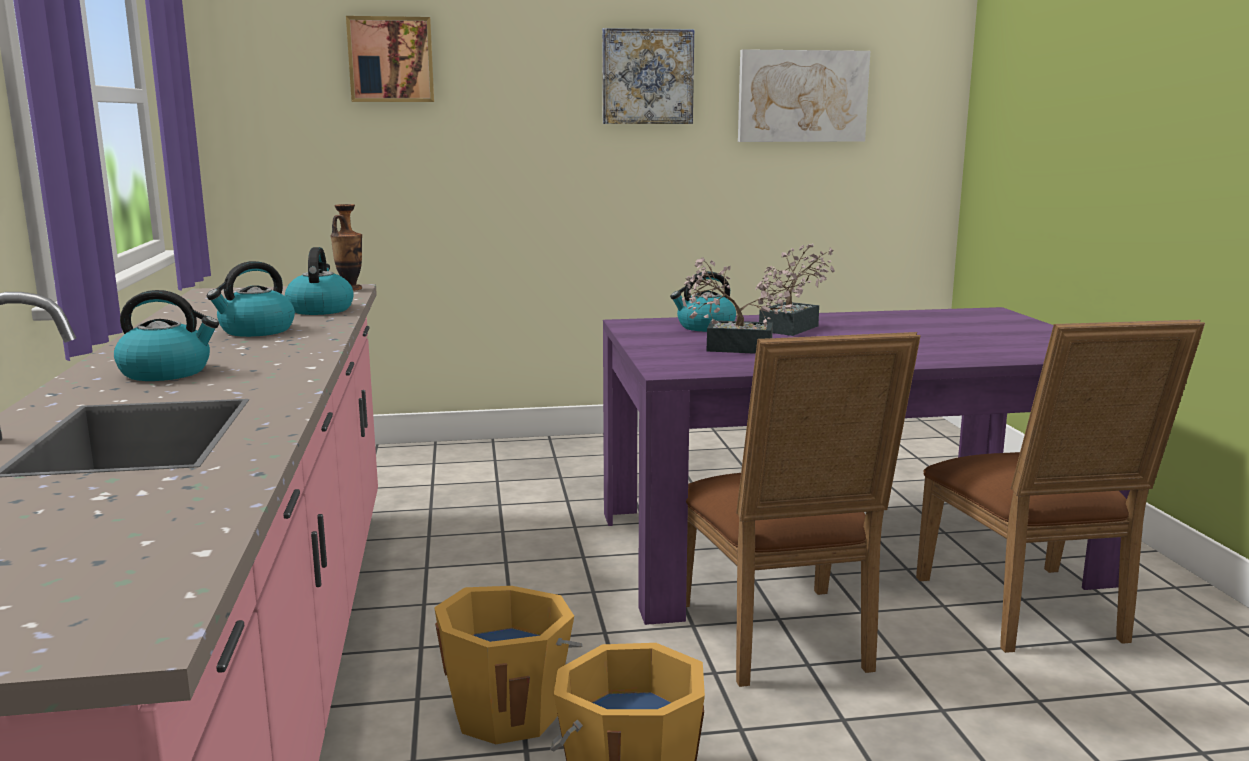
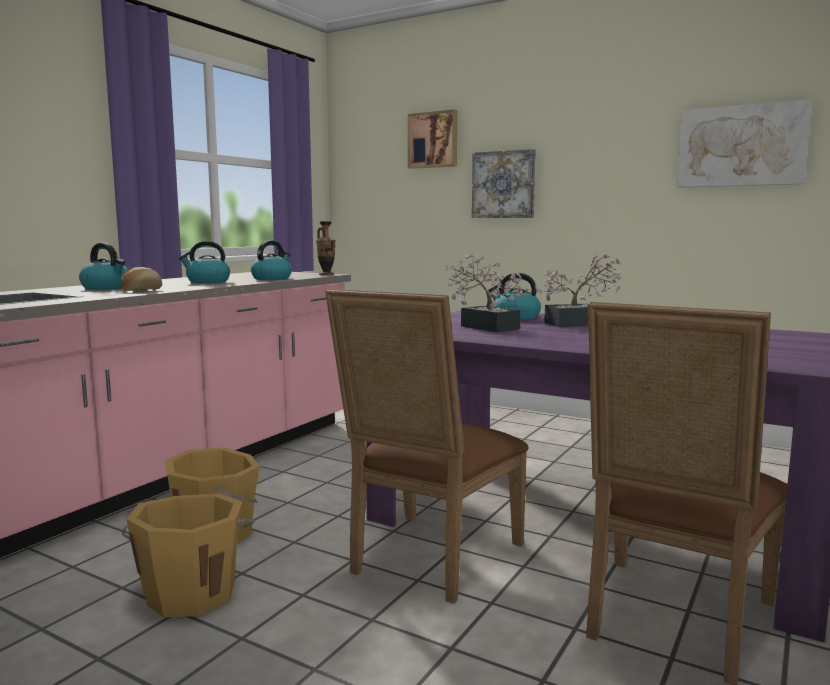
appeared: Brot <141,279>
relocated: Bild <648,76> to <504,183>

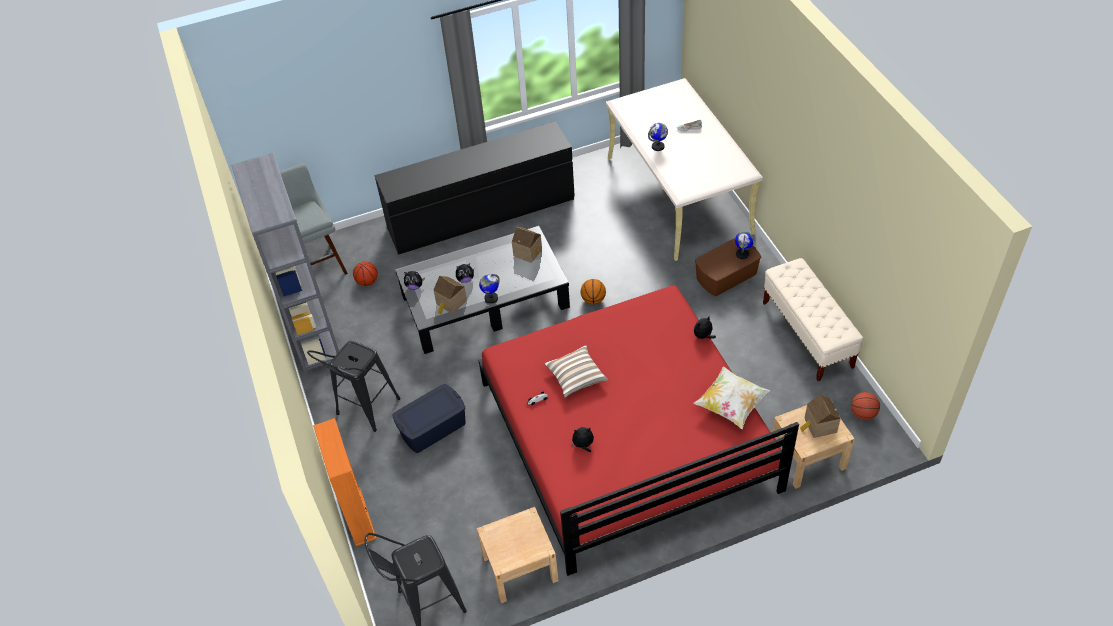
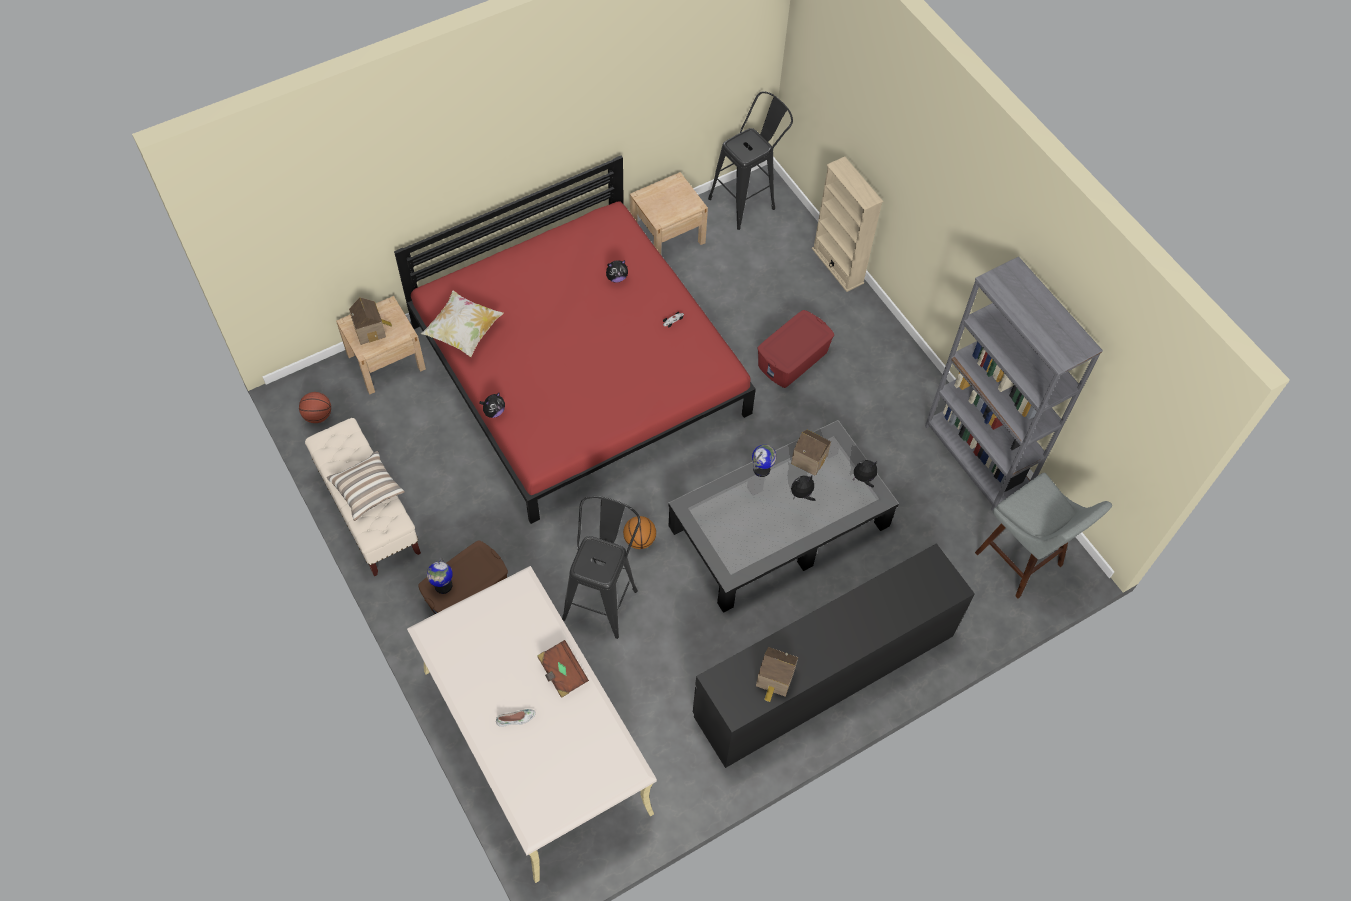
missing: Basketball <365,274>
relocated: Kissen <576,371> to <366,486>; Hocker/schwarz <354,386> to <601,567>; Spielzeughaus <527,245> to <777,674>
exchanged: Globus <658,137> to Buch/braun <563,669>
colour: Aufbewahrungsbox/blau <429,418> to Aufbewahrungsbox/rot <795,349>; Bücherregal/orange <345,482> to Bücherregal/beige <847,224>

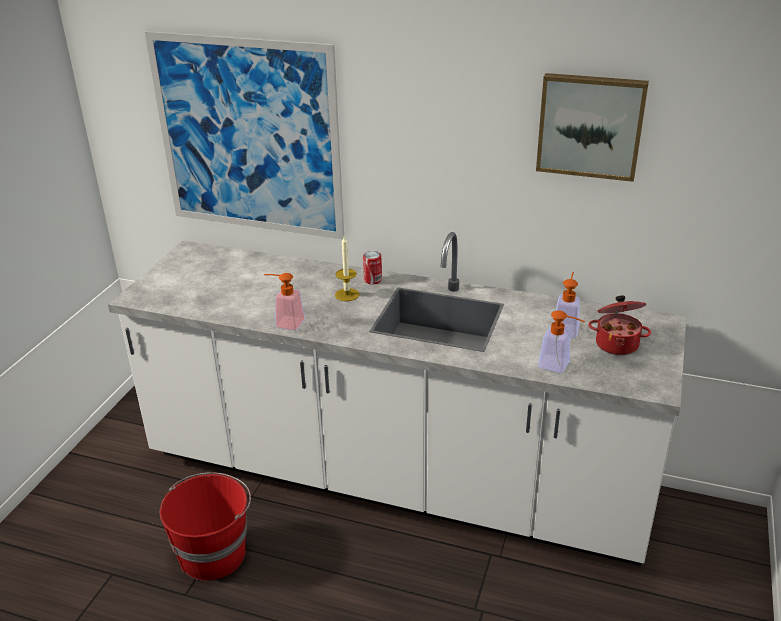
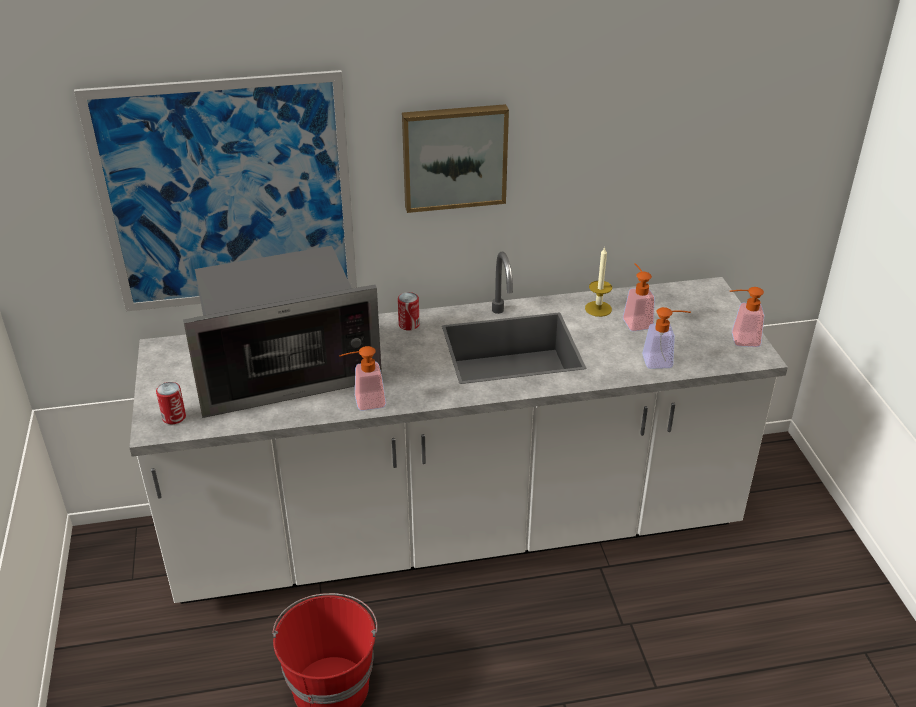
missing: Kochtopf <619,325>
appeared: Dose <171,403>; Mikrowelle <282,332>; Seifenspender <747,317>
relocated: Bild <592,127> to <455,158>; Kerze <347,268> to <598,282>

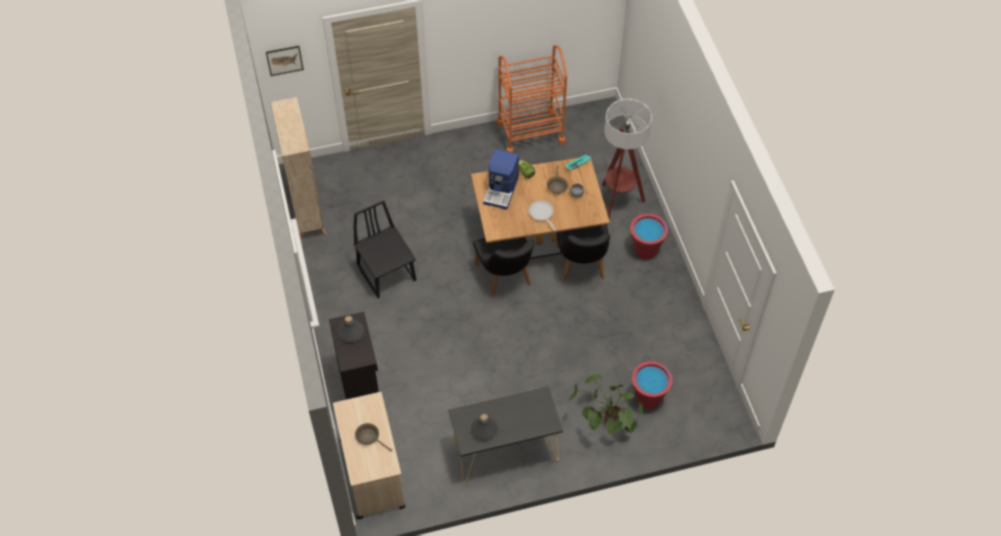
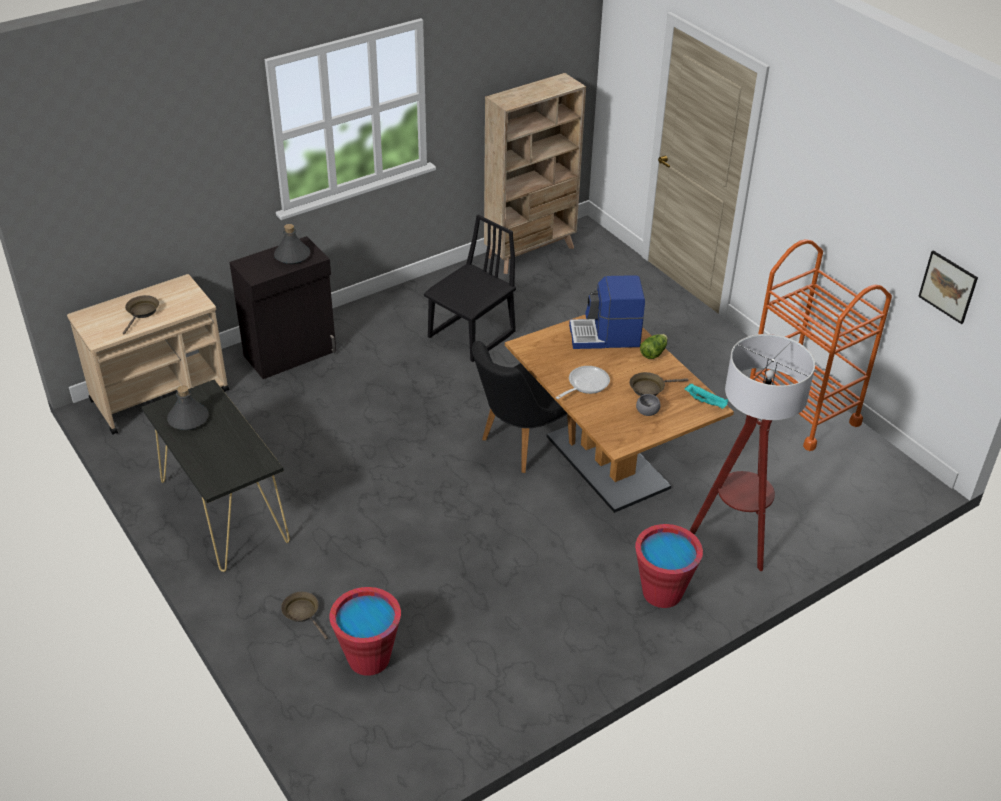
missing: Stuhl/schwarz <583,252>
relocated: Bild <285,61> to <948,287>
exchanged: Topfpflanze <606,403> to Pfanne/braun <304,616>

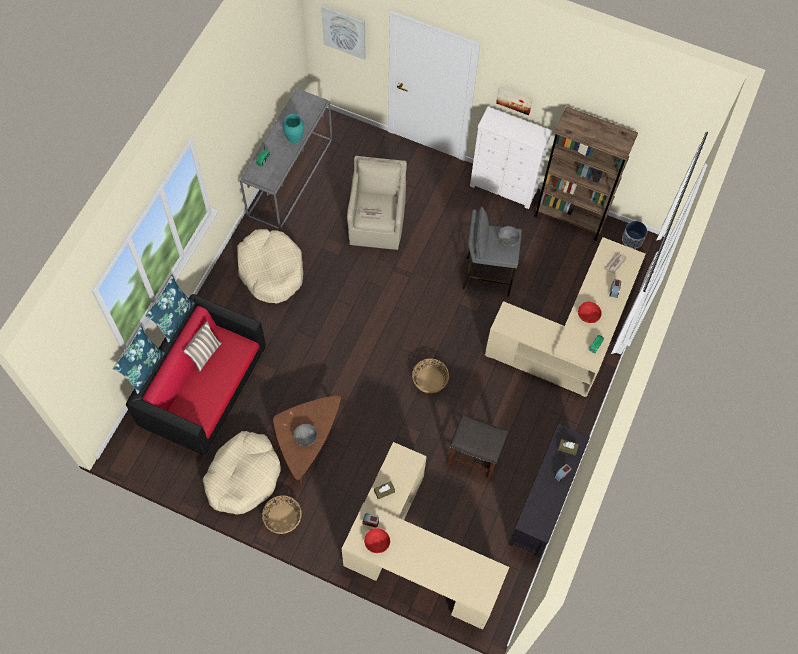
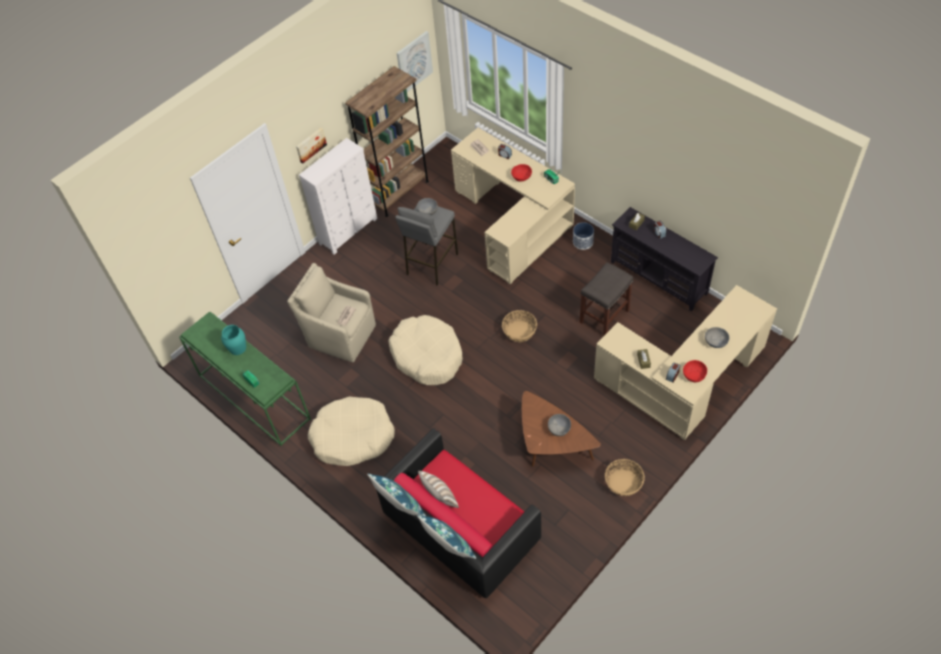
appeared: Schüssel/grau <717,337>
relocated: Hundebett/beige <242,473> to <425,350>; Bild <343,32> to <415,61>; Pflanzkübel <634,235> to <583,236>
colour: Konsolentisch/grau <286,159> to Konsolentisch/grün <245,378>

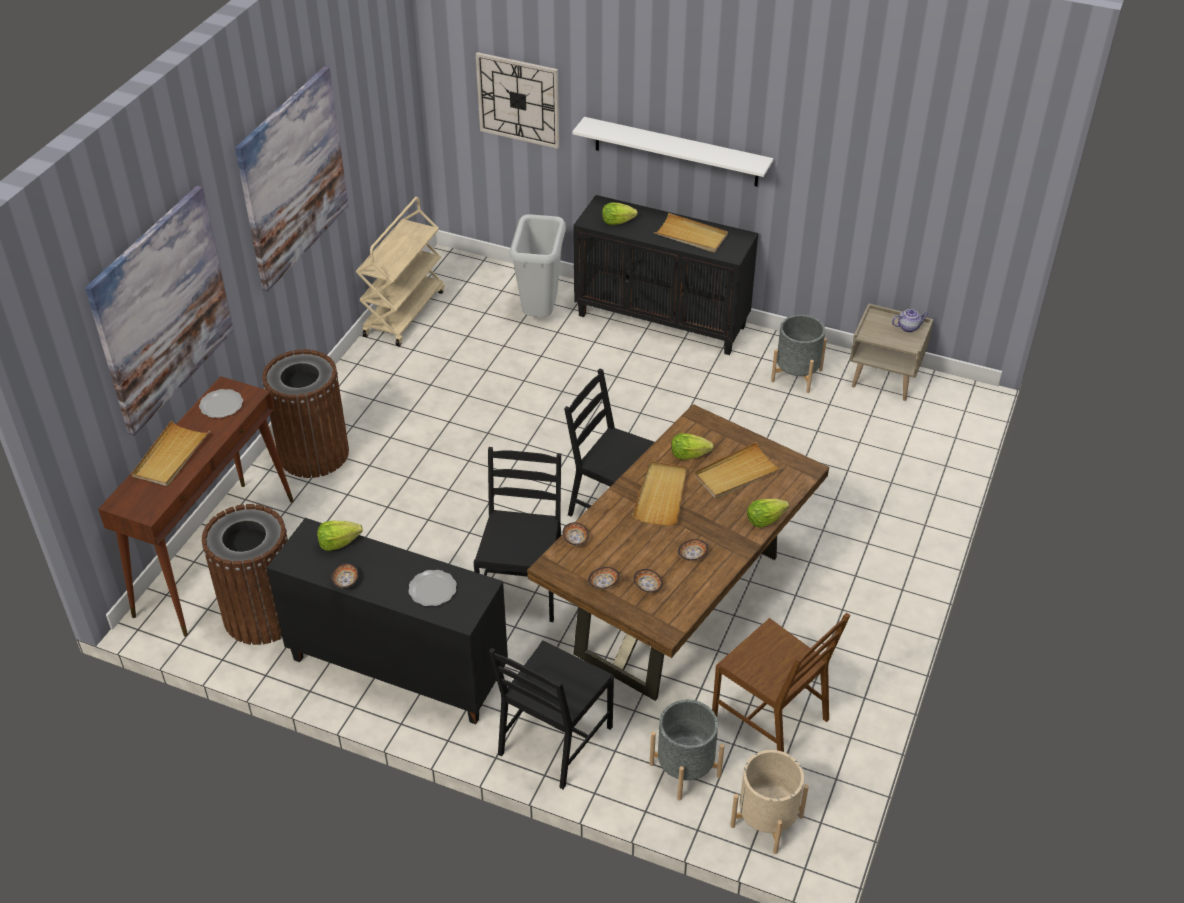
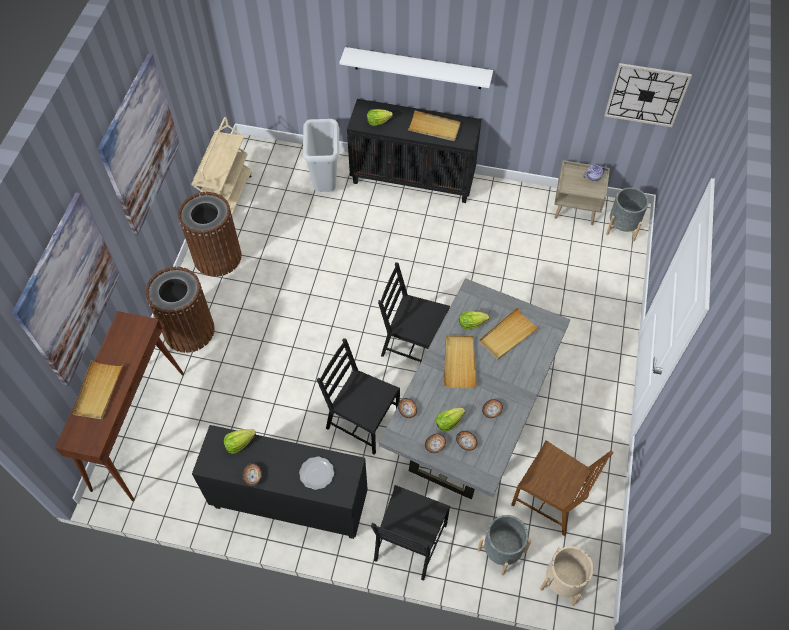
missing: Teller <221,403>
relocated: Mülleimer/braun <245,574> to <210,234>; Salatkopf <768,513> to <450,420>; Wanduhr <517,100> to <648,95>; Pflanzkübel/grau <799,354> to <627,214>
colour: Esstisch/braun <678,552> to Esstisch/grau <475,389>
spun: Stuhl/schwarz <517,534> = <358,396> 60 degrees counterclockwise

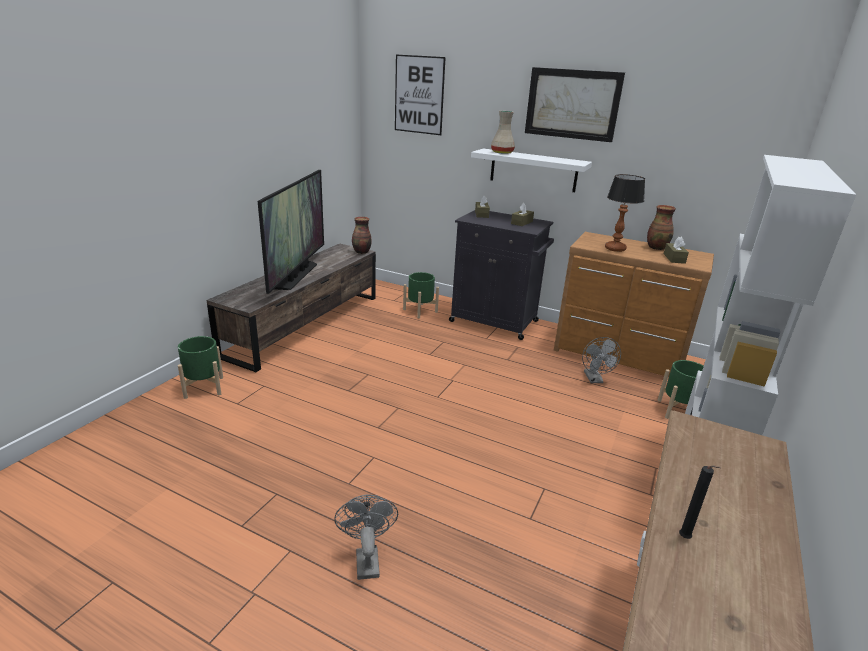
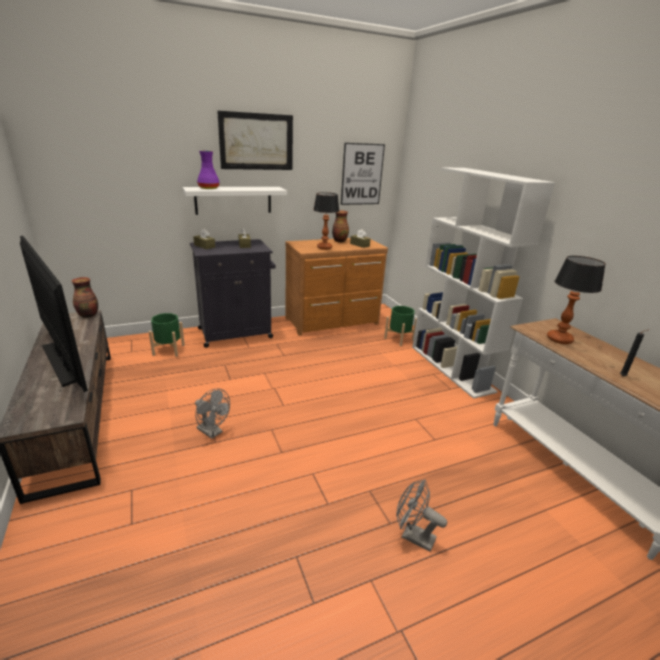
missing: Pflanzkübel/grün <200,367>
appeared: Tischlampe <576,300>
relocated: Ventilator/grau <601,360> to <212,413>; Bild <420,95> to <363,174>
colour: Vase/beige <503,132> to Vase/lila <208,170>

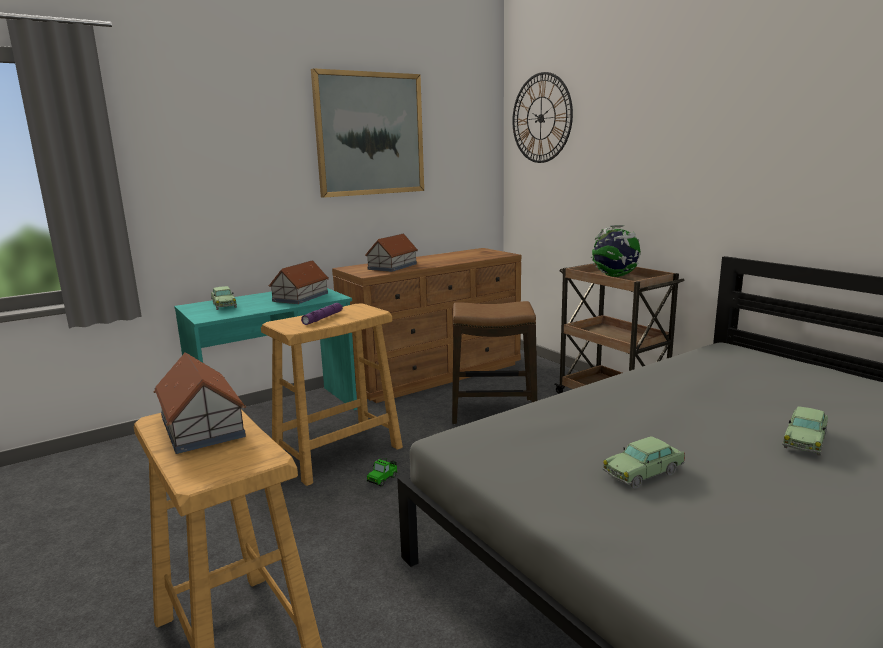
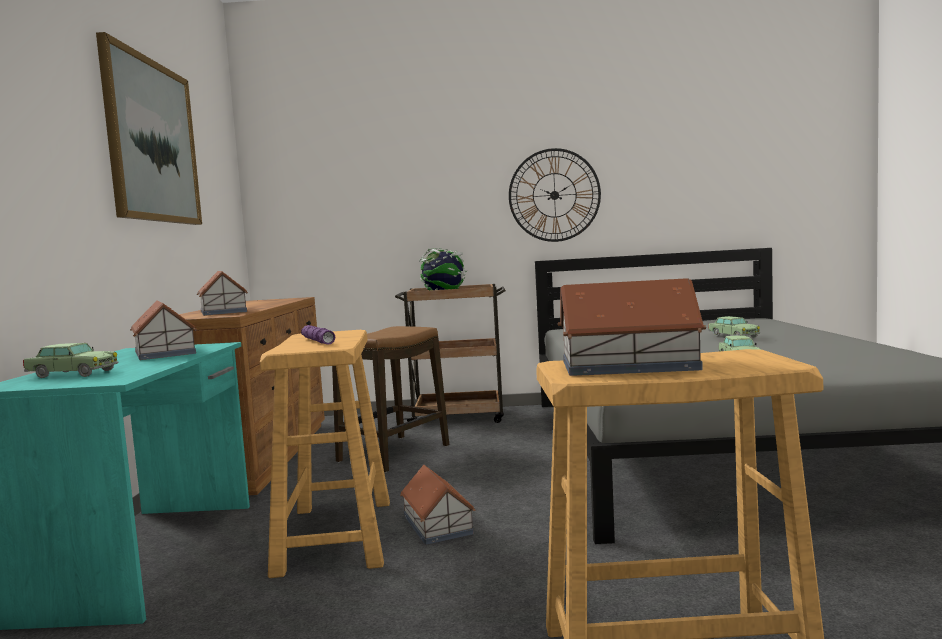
relocated: Wanduhr <542,117> to <555,195>
exchanged: Spielzeugauto <382,472> to Spielzeughaus <437,505>

